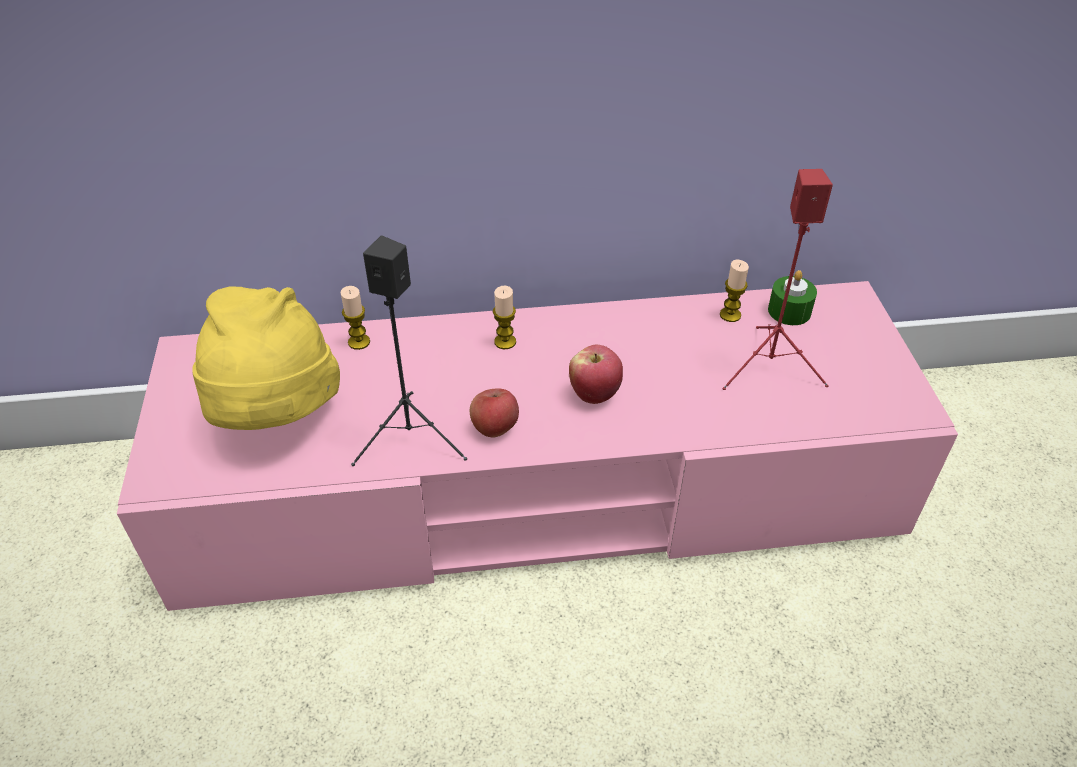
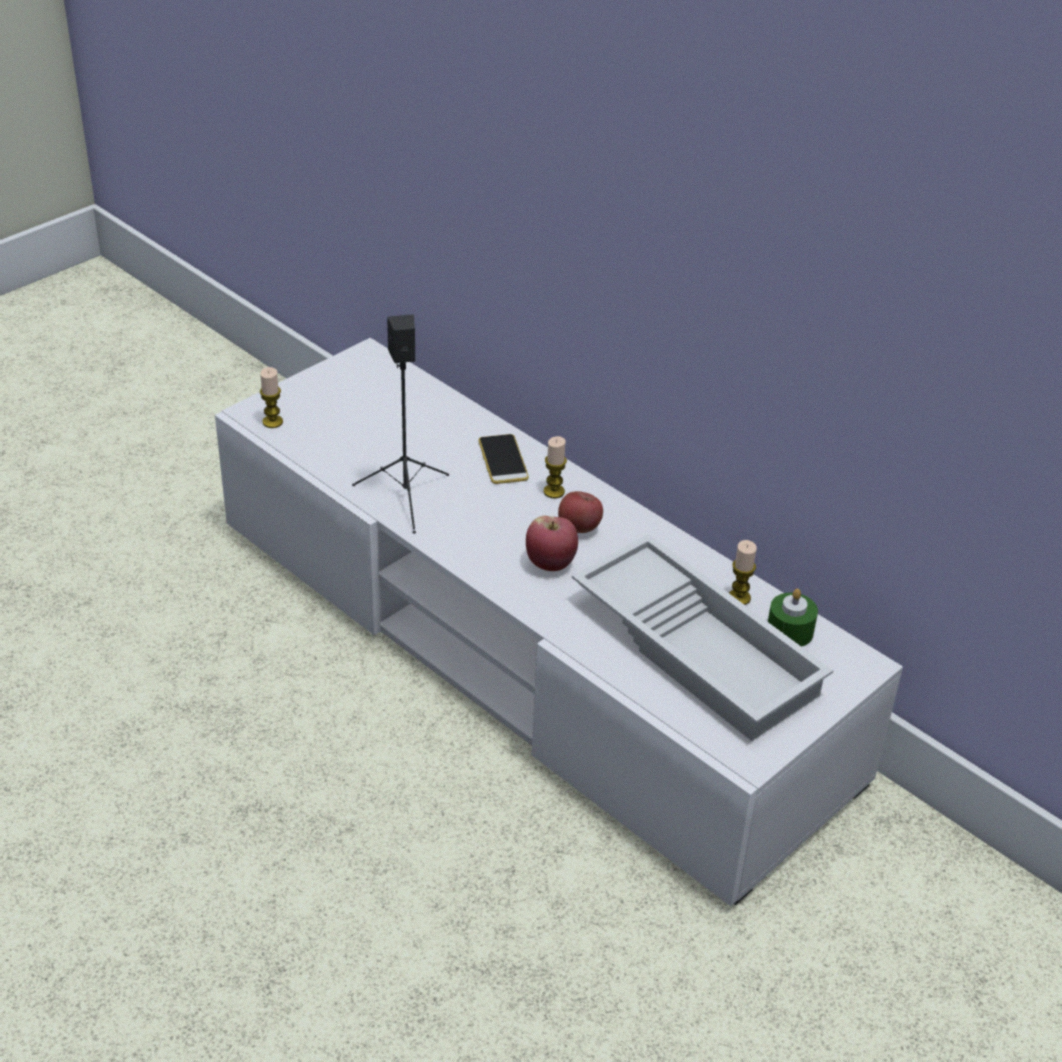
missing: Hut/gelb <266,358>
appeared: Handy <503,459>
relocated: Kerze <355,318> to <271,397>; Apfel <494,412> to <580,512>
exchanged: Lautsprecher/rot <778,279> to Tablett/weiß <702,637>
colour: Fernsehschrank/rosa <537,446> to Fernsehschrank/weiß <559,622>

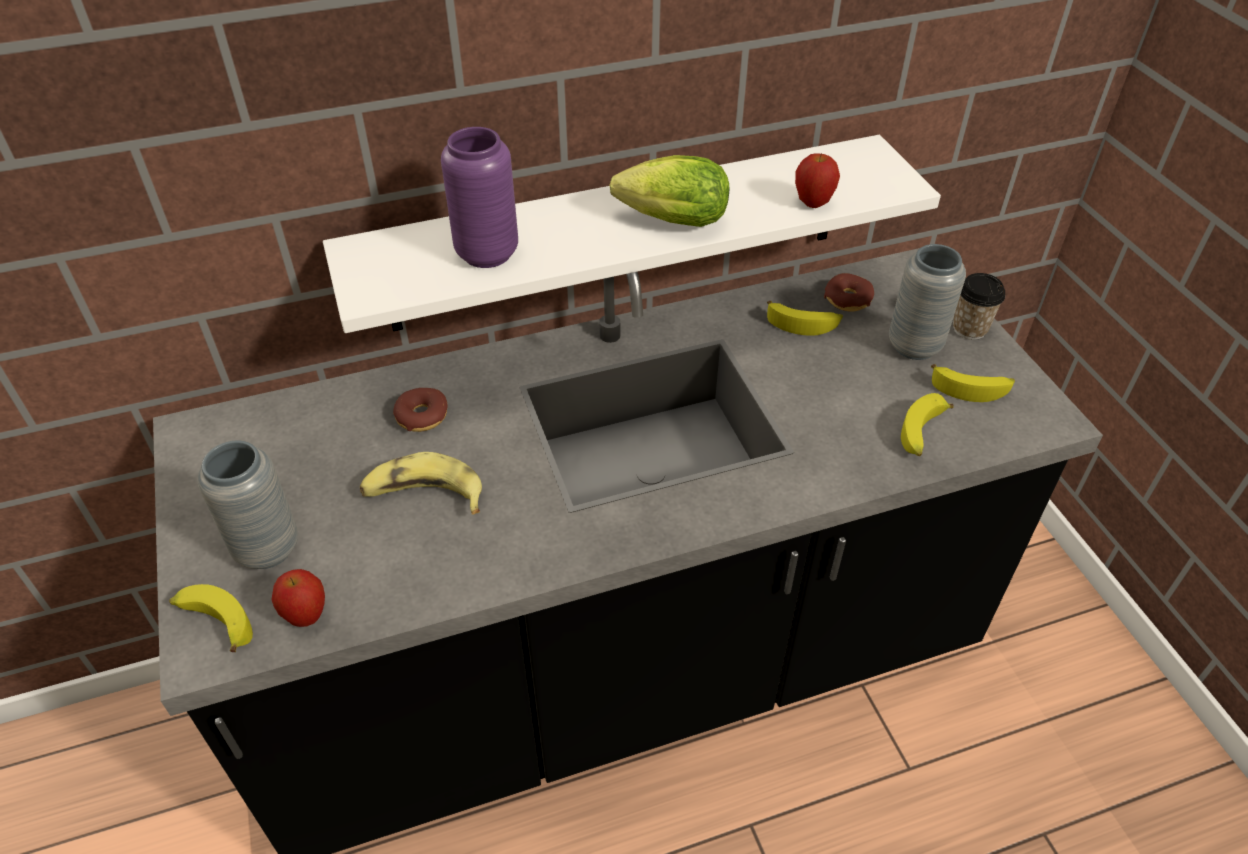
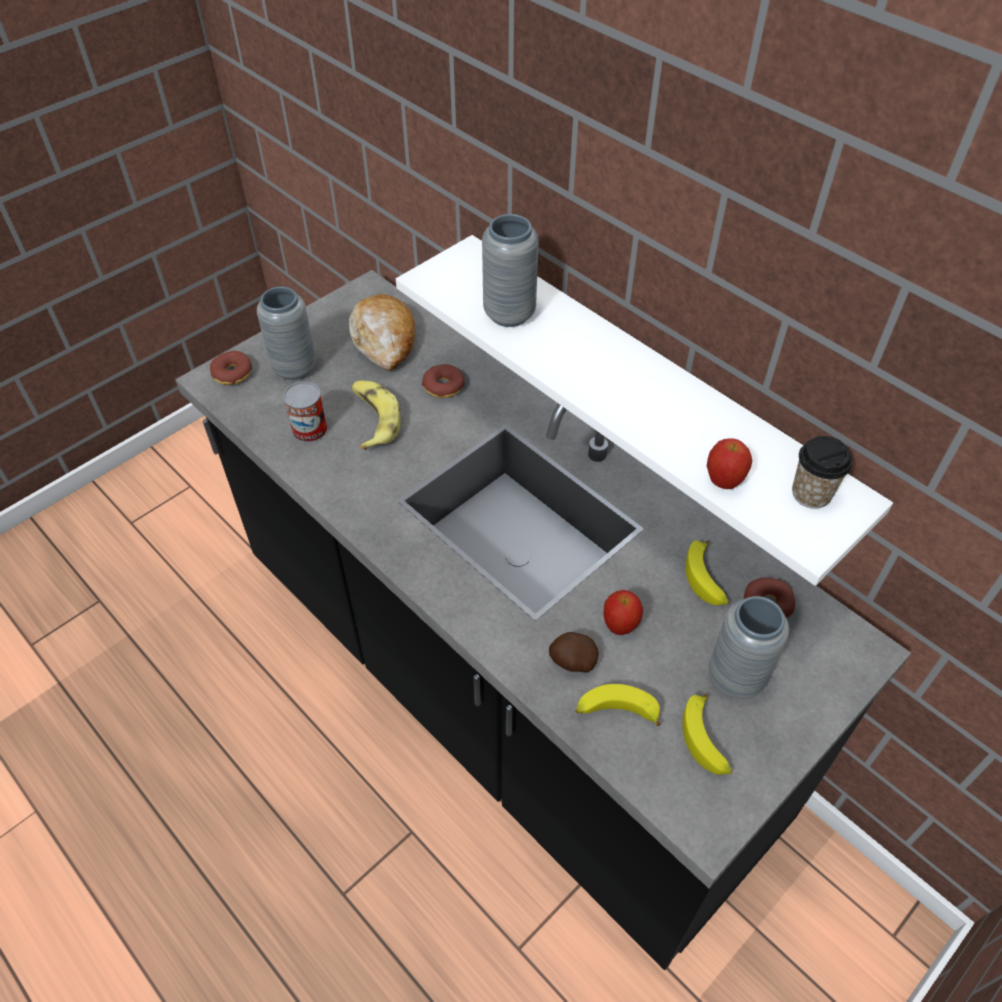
missing: Salatkopf <669,191>
appeared: Dose <305,412>; Brot <382,332>; Kartoffel <574,652>
relocated: Apfel <298,598> to <623,612>; Tasse <979,306> to <822,472>
exchanged: Banane <211,618> to Donut <231,368>
colour: Vase/lila <479,197> to Vase/grau <510,270>

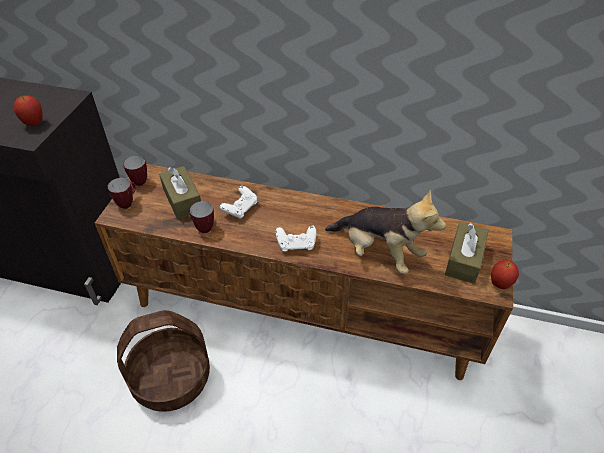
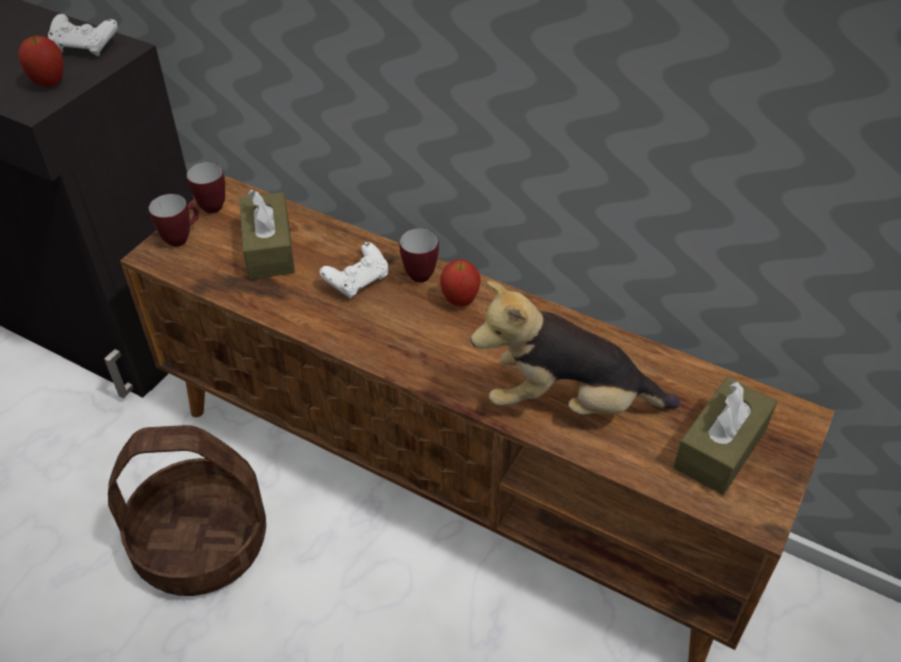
relocated: Gamepad/weiß <295,238> to <83,35>; Henkelbecher <202,217> to <419,255>; Apfel <505,274> to <460,283>
spun: Plüschtier <385,232> = <575,348> 135 degrees clockwise

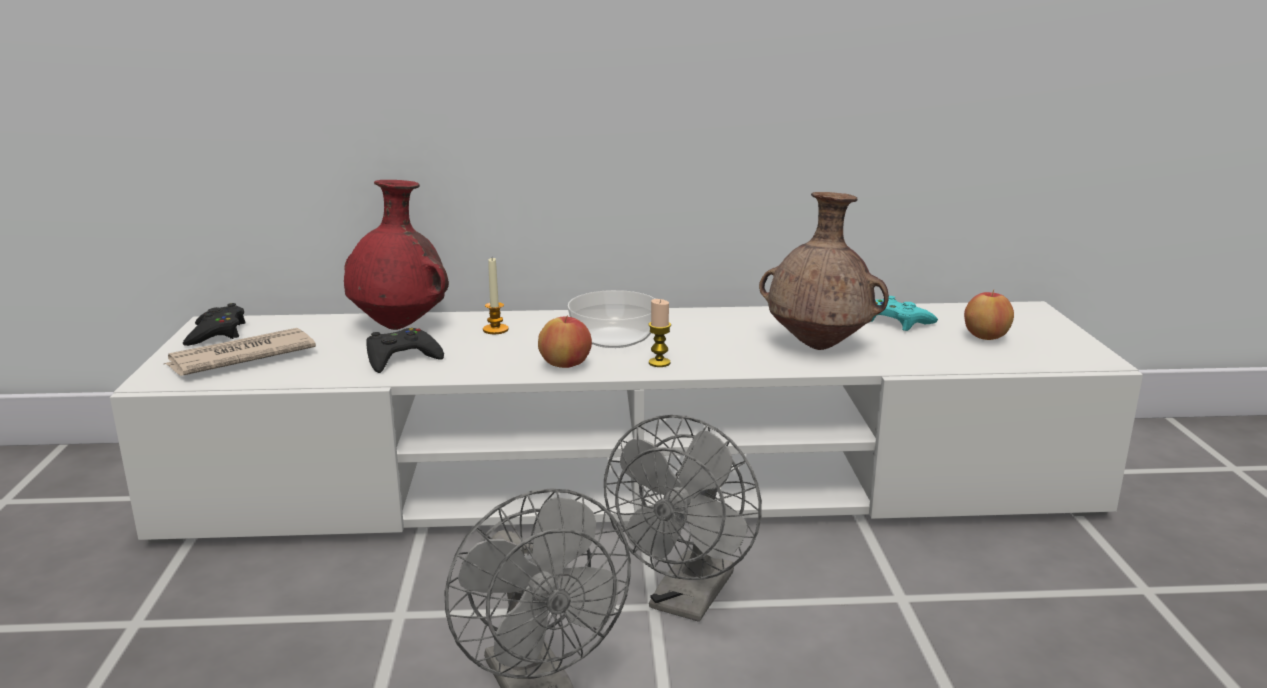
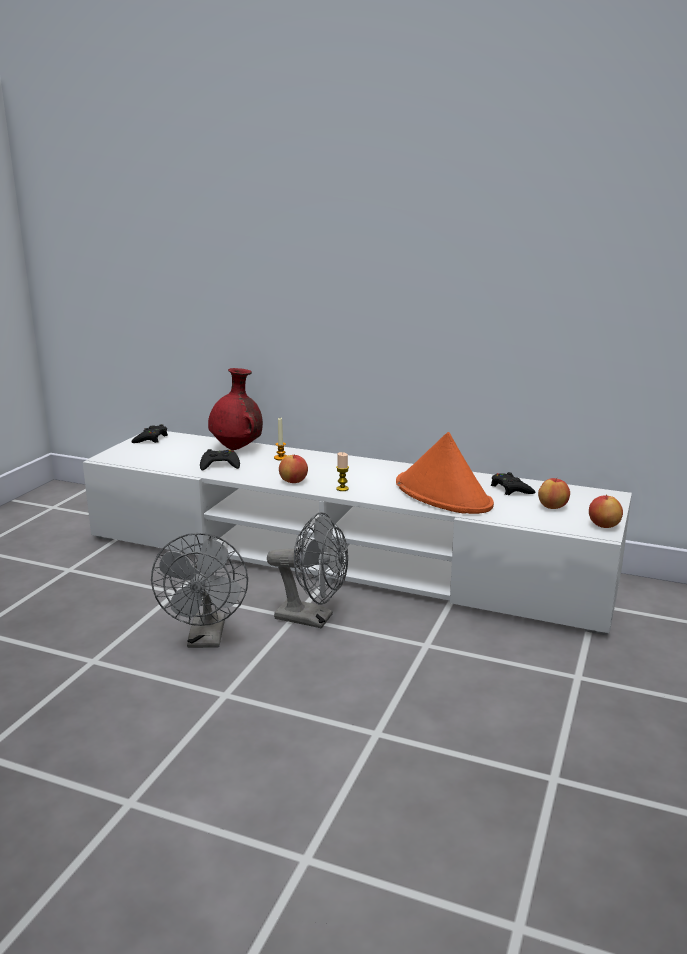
missing: Zeitung <239,352>; Schüssel <611,319>
appeared: Apfel <606,511>
exchanged: Vase/braun <824,271> to Hut/orange <445,473>
colour: Gamepad/türkis <904,313> to Gamepad/schwarz <513,483>
spun: Ventilator/grau <683,518> = <307,570> 120 degrees counterclockwise

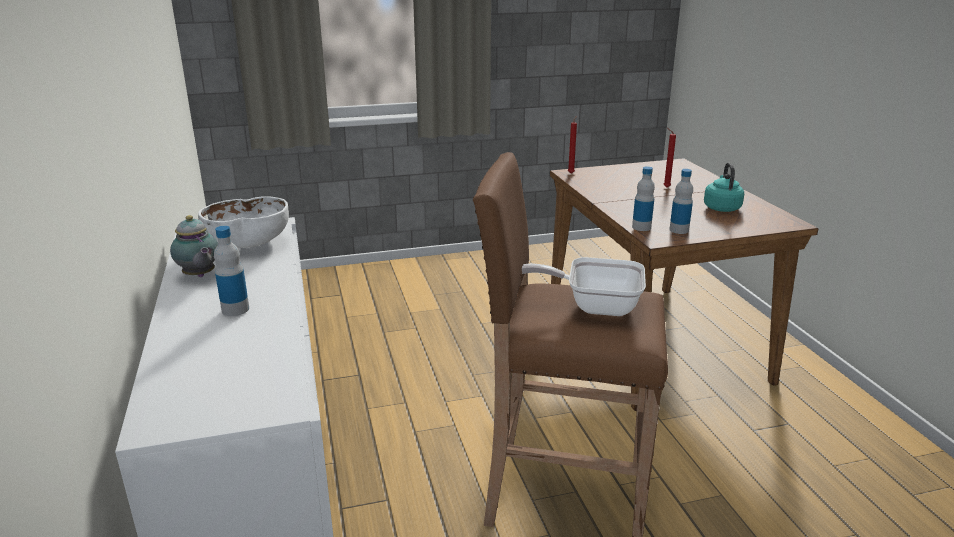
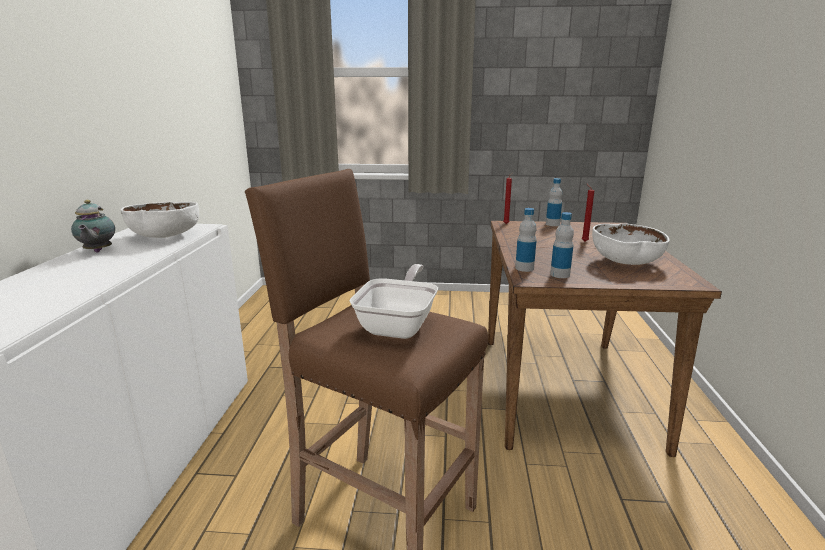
relocated: Flasche <231,271> to <554,202>
exchanged: Wasserkessel/türkis <724,187> to Schüssel/weiß <631,244>
spun: Pfanne <584,286> = <393,301> 75 degrees clockwise

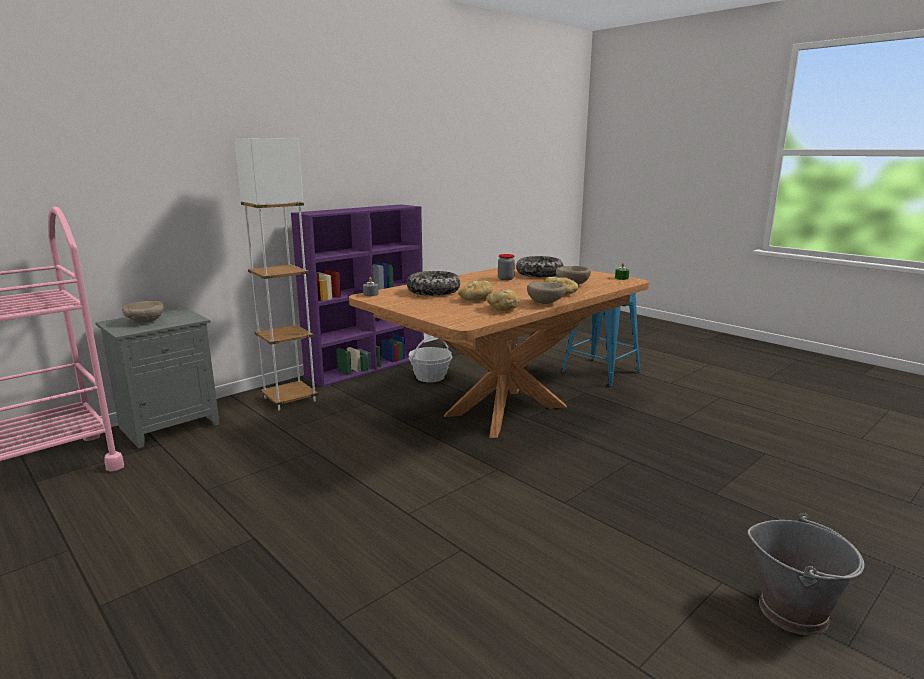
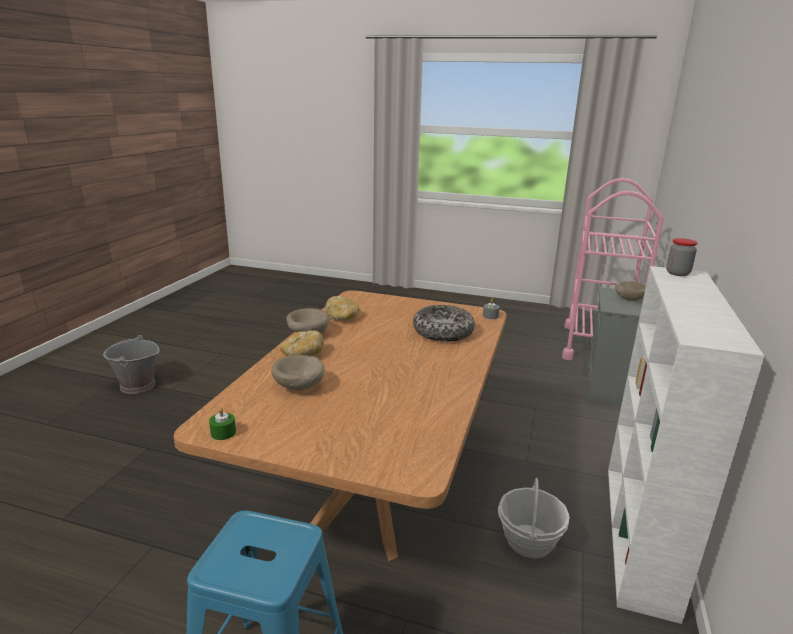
missing: Stehlampe/weiß <276,274>; Brot <475,290>; Schüssel <540,266>
relocated: Vorratsglas <506,267> to <681,257>
colour: Bücherregal/lila <357,295> to Bücherregal/weiß <686,445>

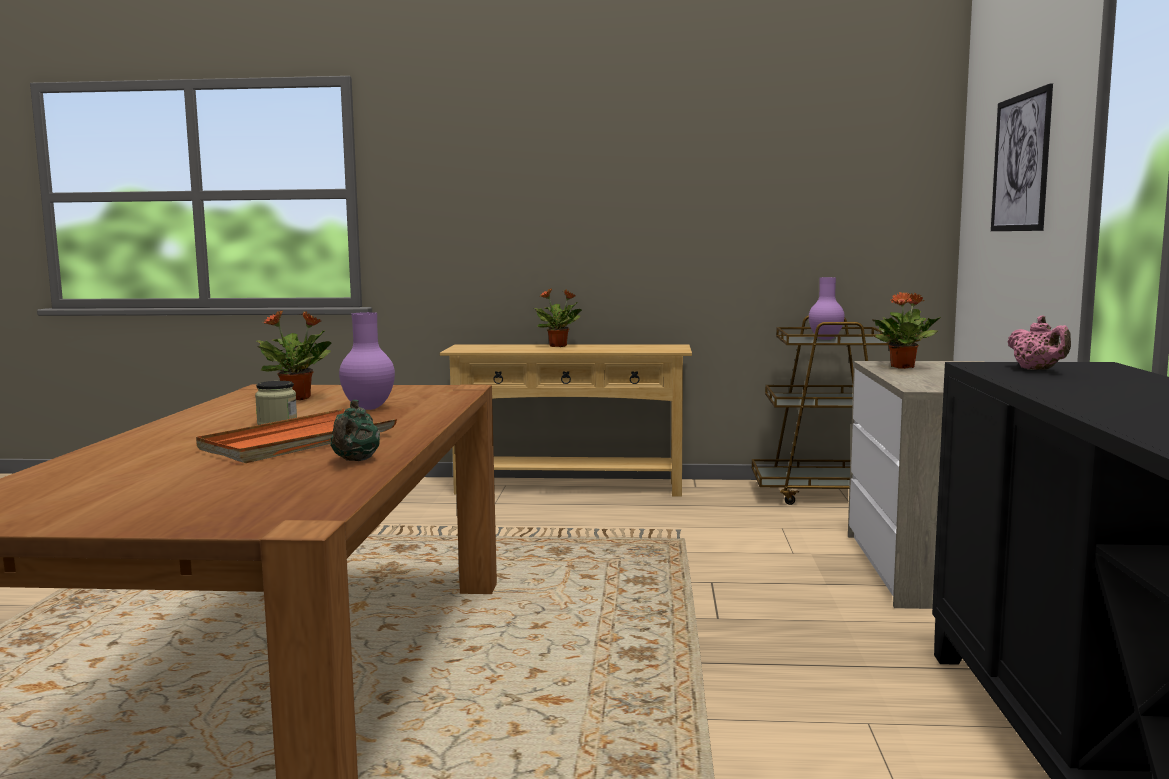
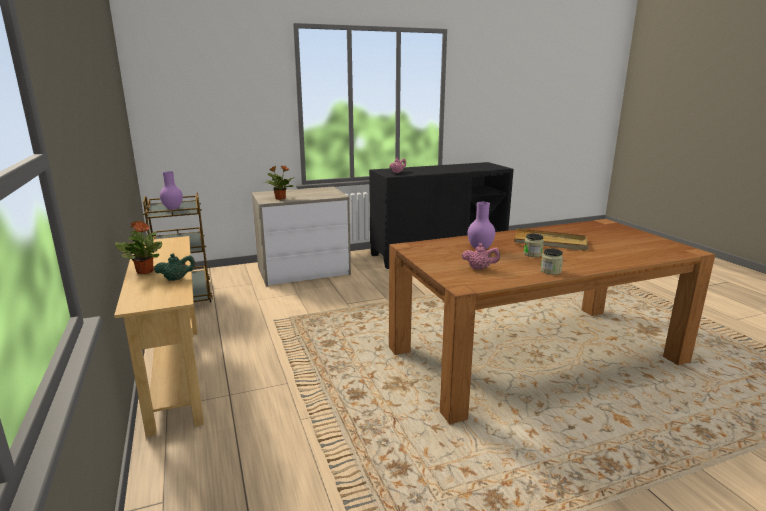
missing: Bild <1022,157>
appeared: Vorratsglas <551,261>
relocated: Teekanne/grün <355,430> to <175,267>
exchanged: Topfpflanze <293,355> to Teekanne/rosa <481,256>
colour: Tablett/orange <296,436> to Tablett/beige <551,239>

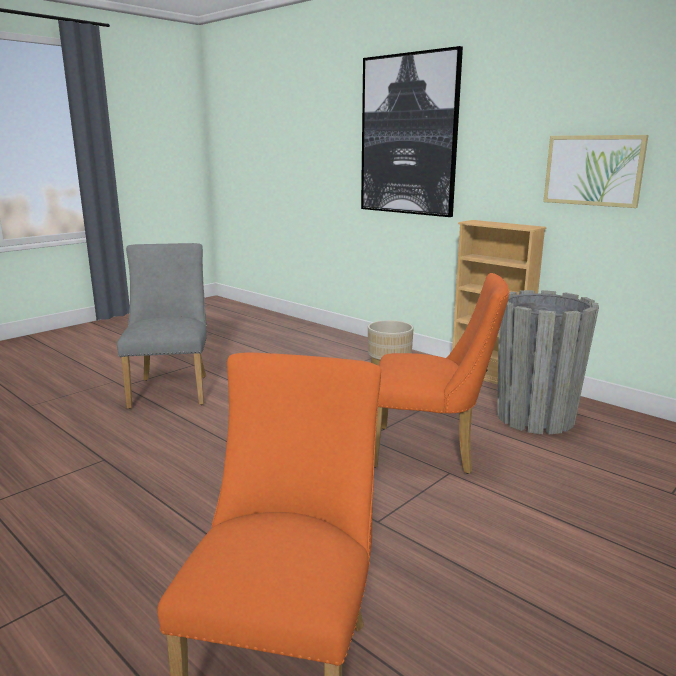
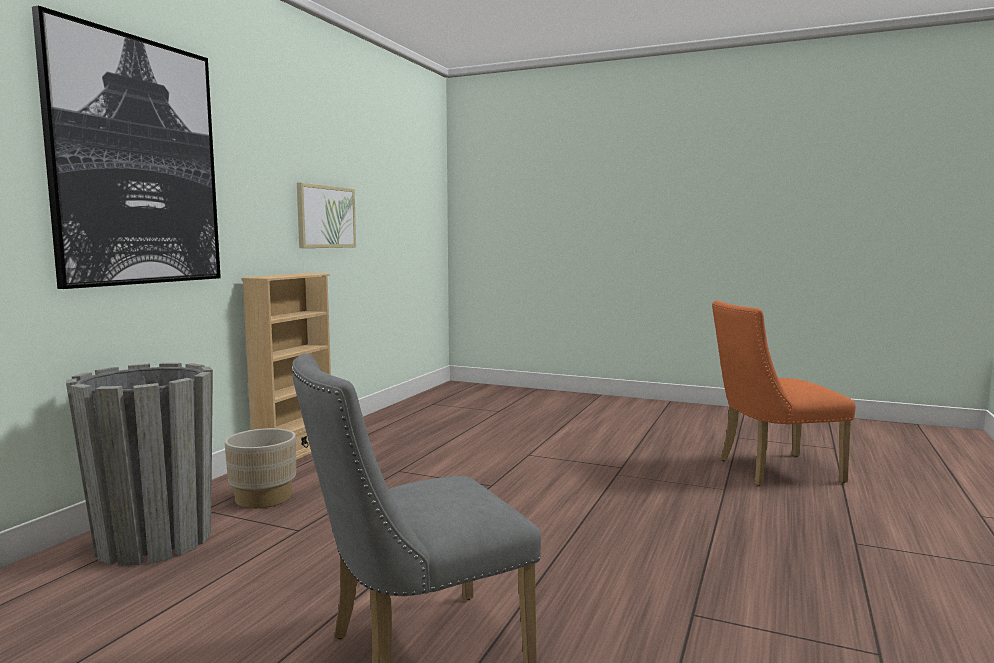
missing: Stuhl/orange <441,373>
relocated: Pflanzkübel/grau <548,362> to <139,464>

